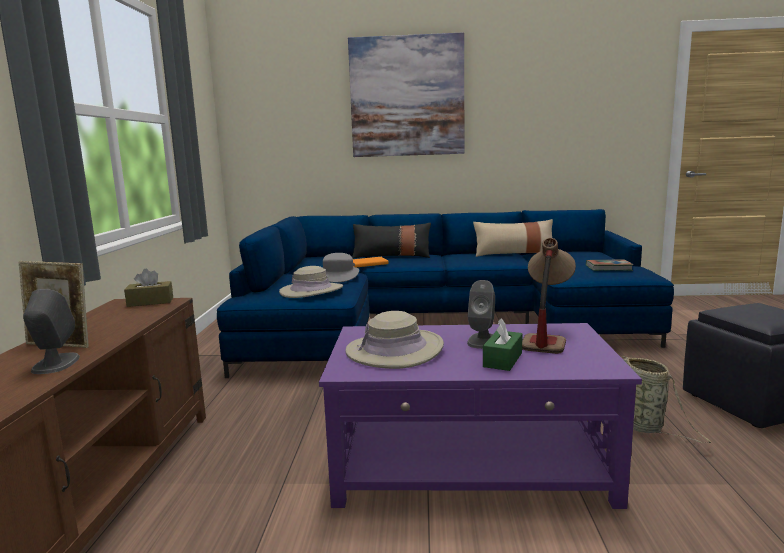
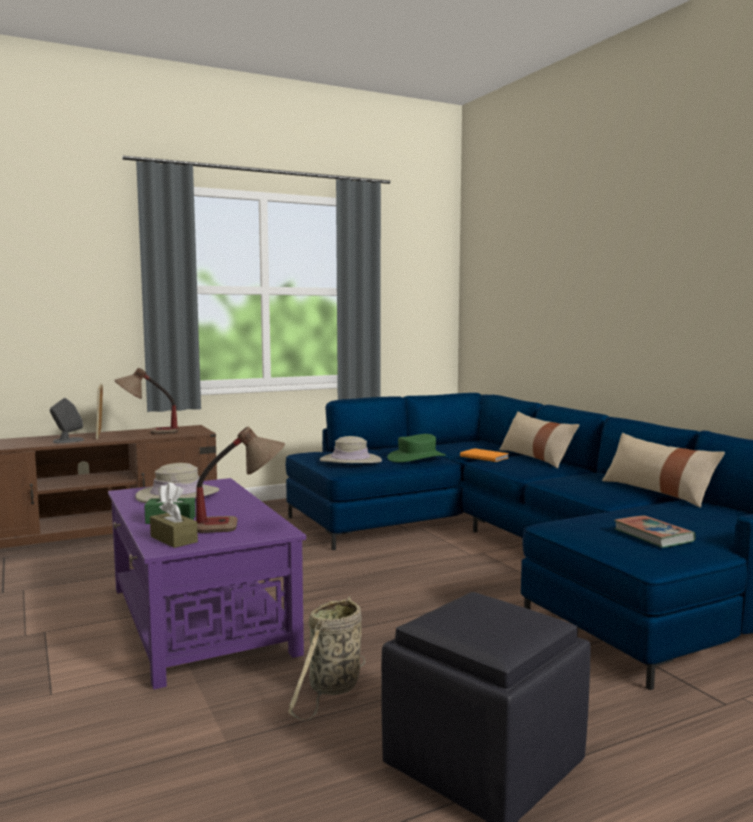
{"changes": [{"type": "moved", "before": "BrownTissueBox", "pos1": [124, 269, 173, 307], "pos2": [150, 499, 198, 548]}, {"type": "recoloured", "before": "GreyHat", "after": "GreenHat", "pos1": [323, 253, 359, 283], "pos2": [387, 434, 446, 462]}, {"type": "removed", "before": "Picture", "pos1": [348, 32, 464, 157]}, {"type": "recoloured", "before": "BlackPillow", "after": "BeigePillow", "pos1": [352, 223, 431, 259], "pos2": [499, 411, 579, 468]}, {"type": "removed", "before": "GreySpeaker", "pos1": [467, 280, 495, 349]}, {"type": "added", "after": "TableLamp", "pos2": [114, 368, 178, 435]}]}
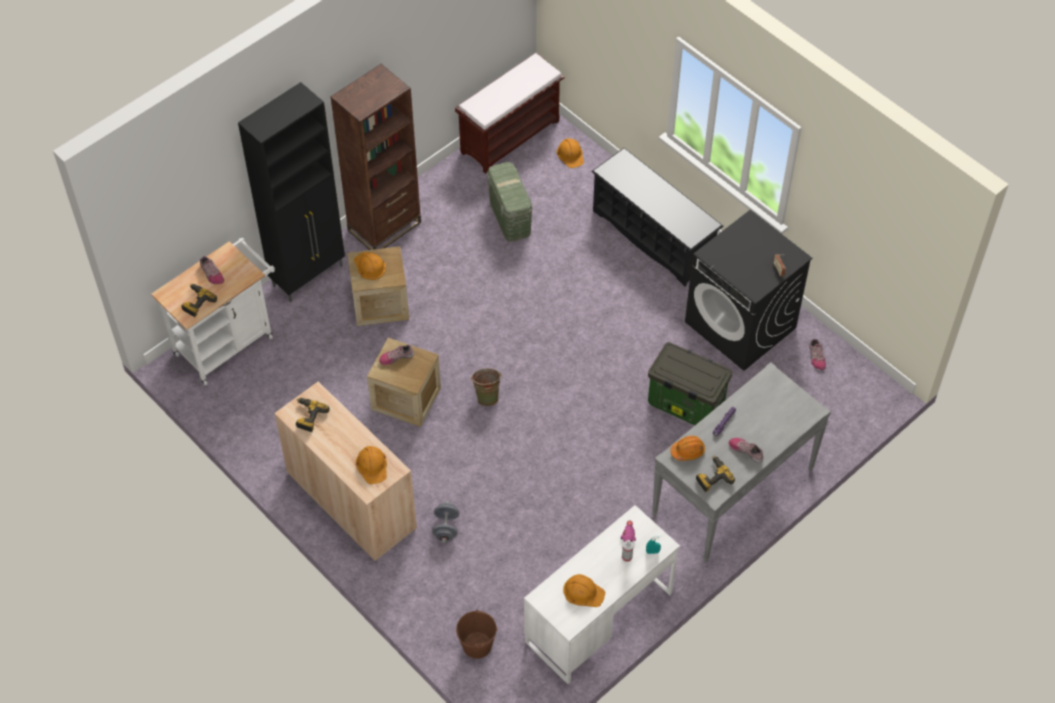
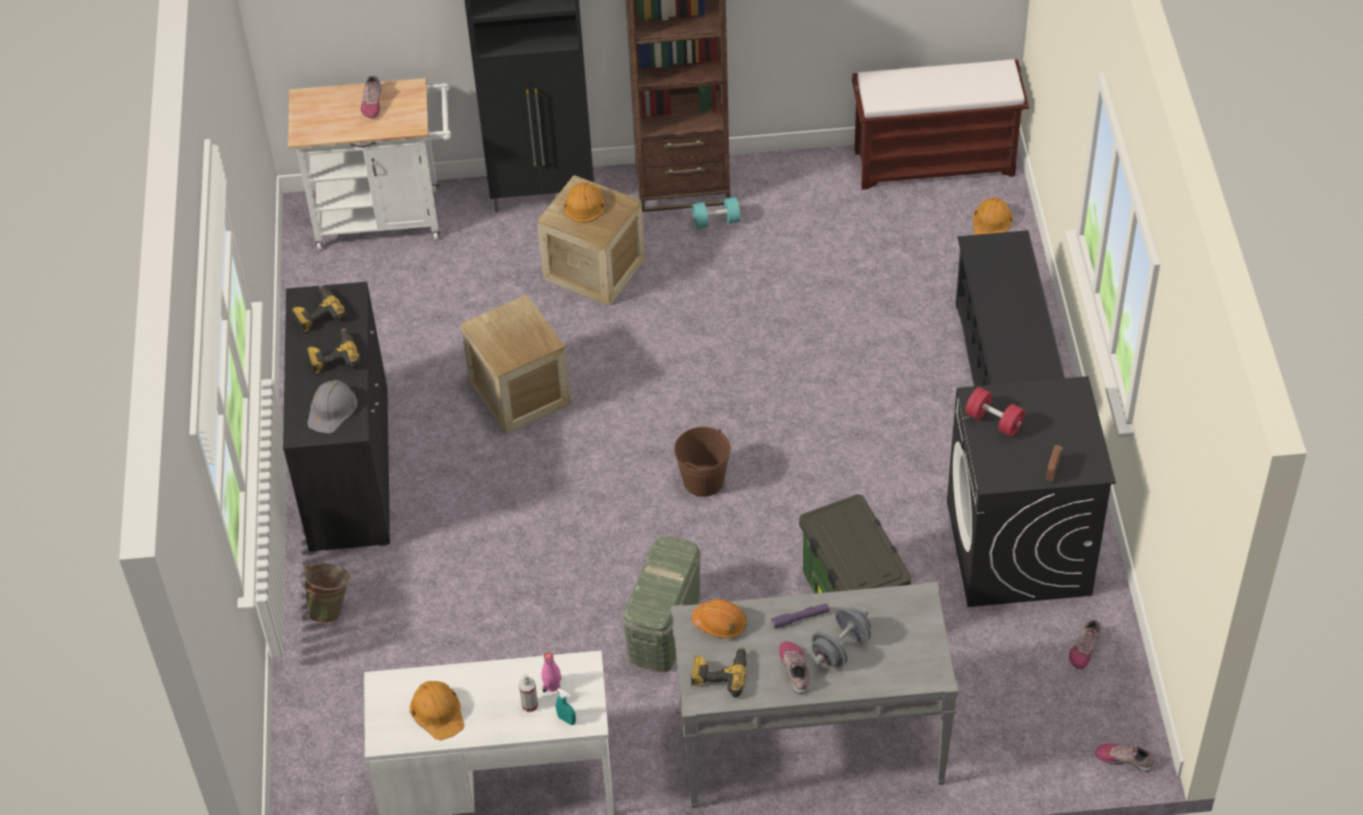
{"changes": [{"type": "moved", "before": "PowerDrill", "pos1": [181, 284, 217, 317], "pos2": [307, 329, 360, 374]}, {"type": "recoloured", "before": "BeigeCabinet", "after": "BlackCabinet", "pos1": [274, 382, 417, 561], "pos2": [283, 282, 390, 553]}, {"type": "recoloured", "before": "OrangeHardHat", "after": "GreyHardHat", "pos1": [355, 446, 387, 484], "pos2": [307, 380, 357, 434]}, {"type": "moved", "before": "Shoe", "pos1": [379, 345, 414, 365], "pos2": [1095, 743, 1154, 772]}, {"type": "moved", "before": "GreyDumbbell", "pos1": [432, 501, 459, 544], "pos2": [812, 607, 871, 667]}, {"type": "moved", "before": "BrownBucket", "pos1": [456, 609, 498, 659], "pos2": [674, 427, 731, 497]}, {"type": "moved", "before": "GreenBucket", "pos1": [470, 368, 502, 406], "pos2": [301, 563, 350, 623]}, {"type": "moved", "before": "GreenStorageBox", "pos1": [487, 162, 533, 242], "pos2": [622, 536, 701, 673]}, {"type": "added", "after": "TurquoiseDumbbell", "pos2": [692, 197, 740, 229]}, {"type": "added", "after": "RedDumbbell", "pos2": [965, 387, 1025, 437]}]}
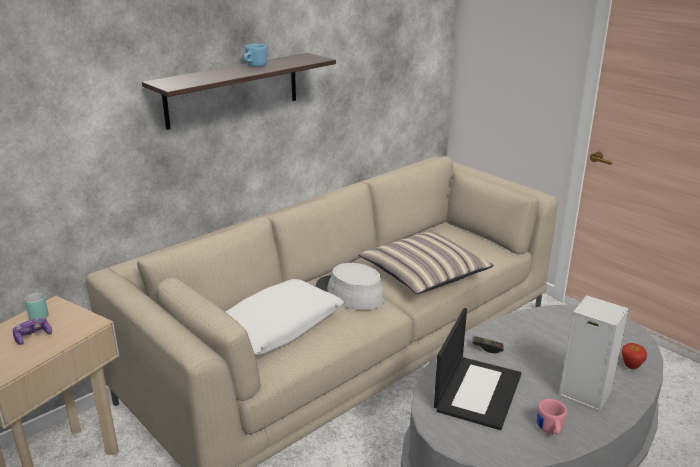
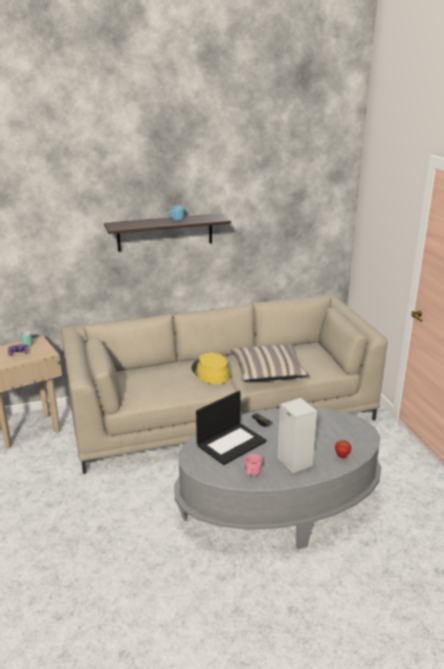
{"changes": [{"type": "removed", "before": "WhitePillow", "pos1": [225, 279, 344, 355]}, {"type": "recoloured", "before": "GreyHat", "after": "YellowHat", "pos1": [316, 263, 385, 310], "pos2": [192, 352, 230, 384]}]}
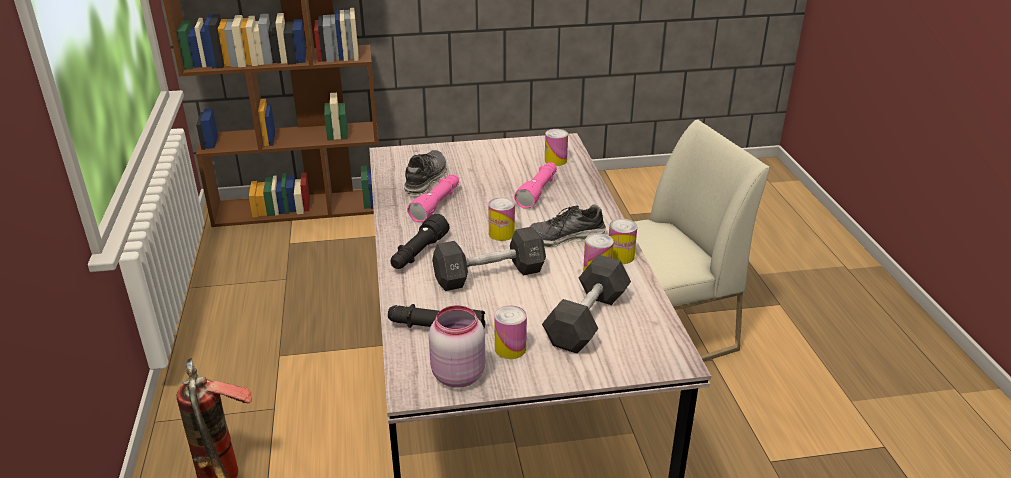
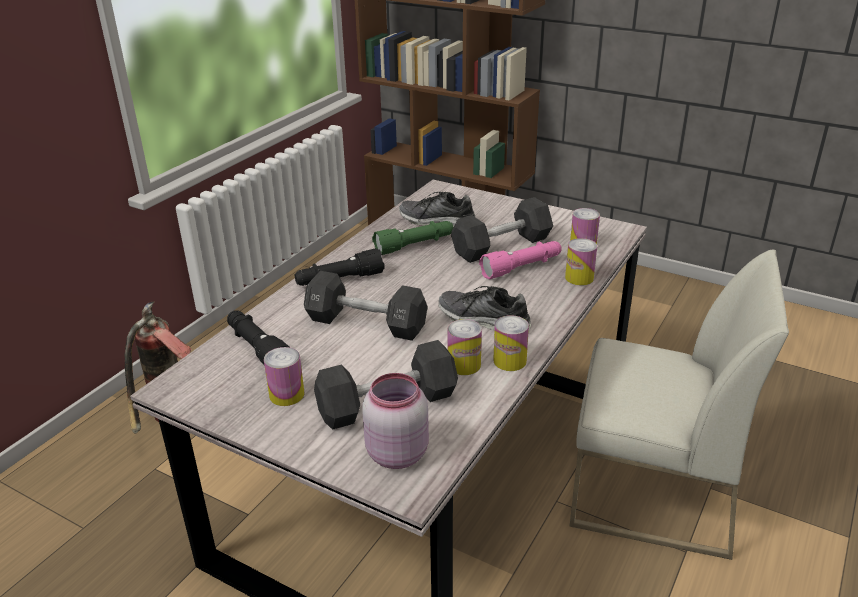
{"changes": [{"type": "turned", "before": "Shoe", "pos1": [404, 150, 447, 196], "pos2": [399, 192, 475, 227], "turn": -135}, {"type": "recoloured", "before": "PinkFlashlight", "after": "GreenFlashlight", "pos1": [407, 174, 459, 222], "pos2": [372, 221, 454, 255]}, {"type": "moved", "before": "PinkJar", "pos1": [429, 305, 485, 388], "pos2": [362, 373, 429, 469]}, {"type": "moved", "before": "Can", "pos1": [488, 197, 515, 241], "pos2": [565, 238, 597, 285]}, {"type": "added", "after": "BlackDumbbell", "pos2": [451, 197, 553, 263]}]}
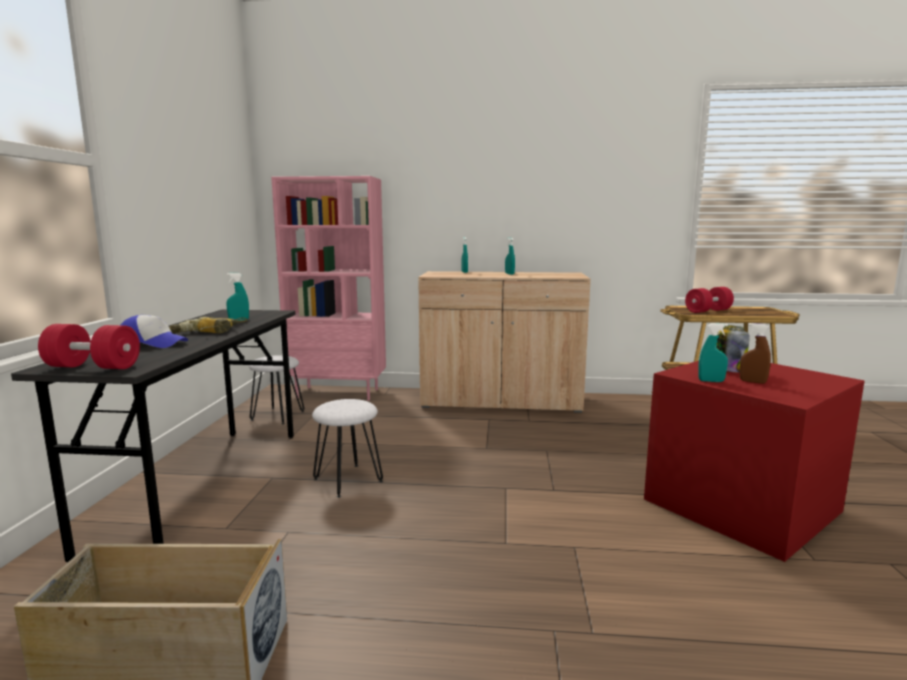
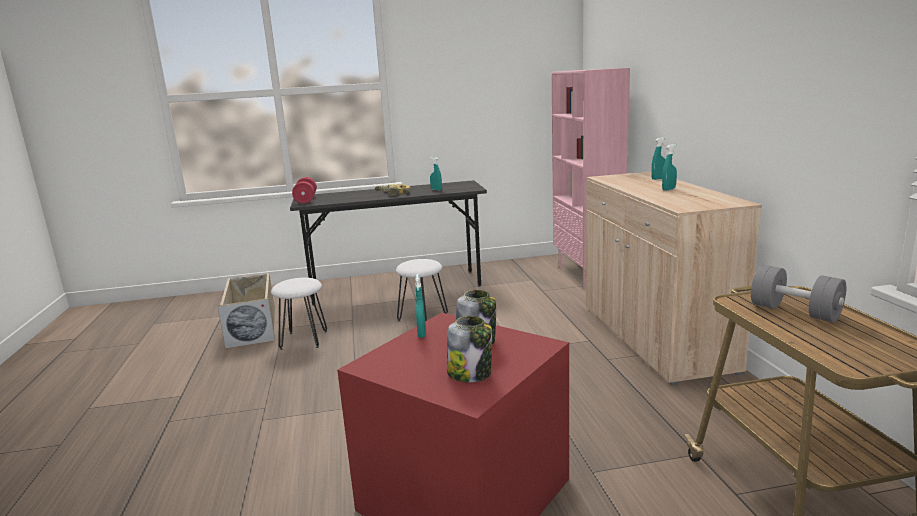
{"changes": [{"type": "removed", "before": "Cap", "pos1": [121, 315, 188, 348]}, {"type": "moved", "before": "WhiteStool", "pos1": [249, 355, 304, 424], "pos2": [271, 278, 327, 350]}, {"type": "recoloured", "before": "RedDumbbell", "after": "GreyDumbbell", "pos1": [685, 287, 734, 313], "pos2": [751, 265, 846, 322]}, {"type": "removed", "before": "BrownSprayBottle", "pos1": [740, 323, 771, 384]}, {"type": "added", "after": "Jar", "pos2": [447, 316, 492, 382]}]}
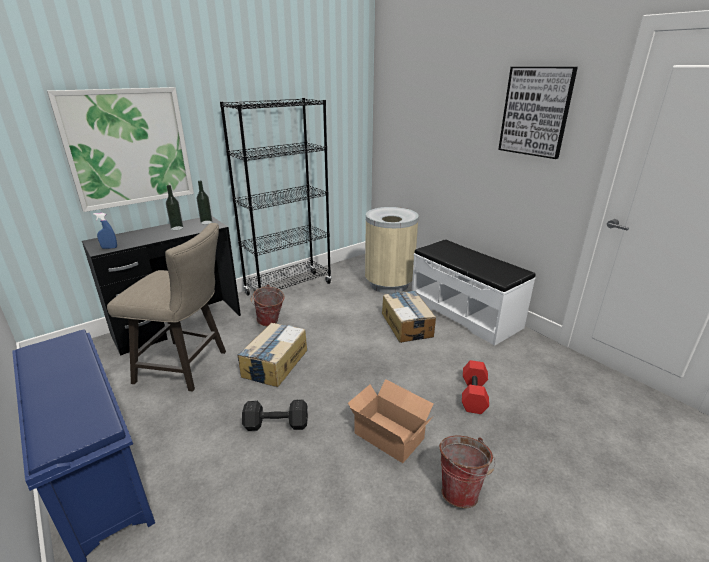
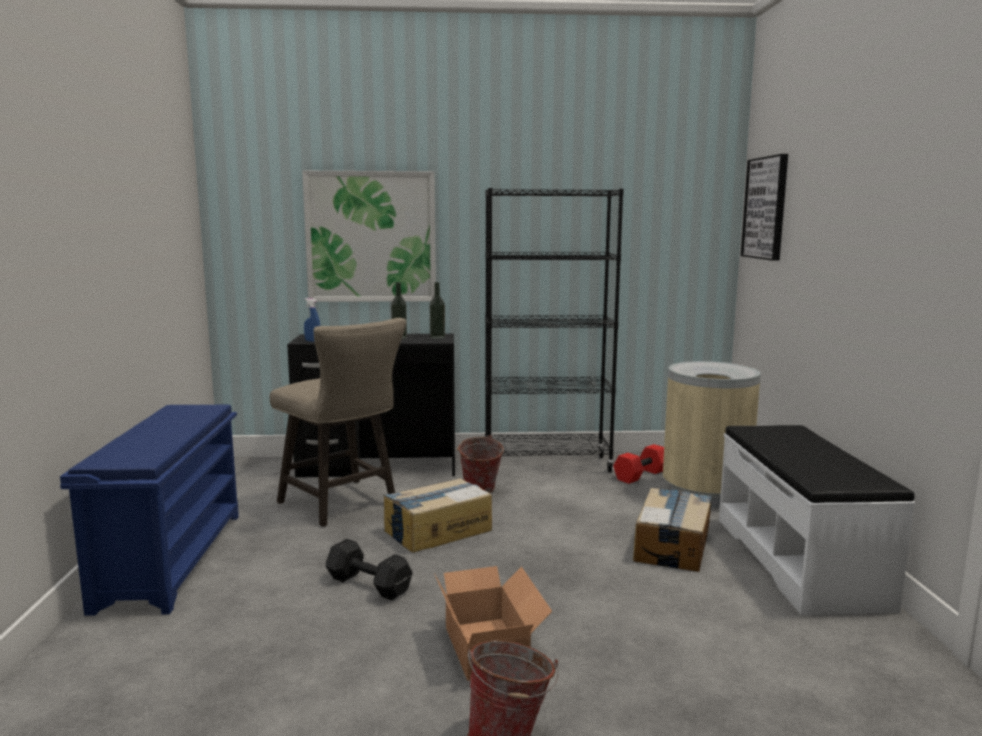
{"changes": [{"type": "moved", "before": "RedDumbbell", "pos1": [462, 360, 489, 414], "pos2": [613, 444, 664, 484]}, {"type": "moved", "before": "Picture", "pos1": [498, 67, 578, 159], "pos2": [741, 154, 788, 261]}]}
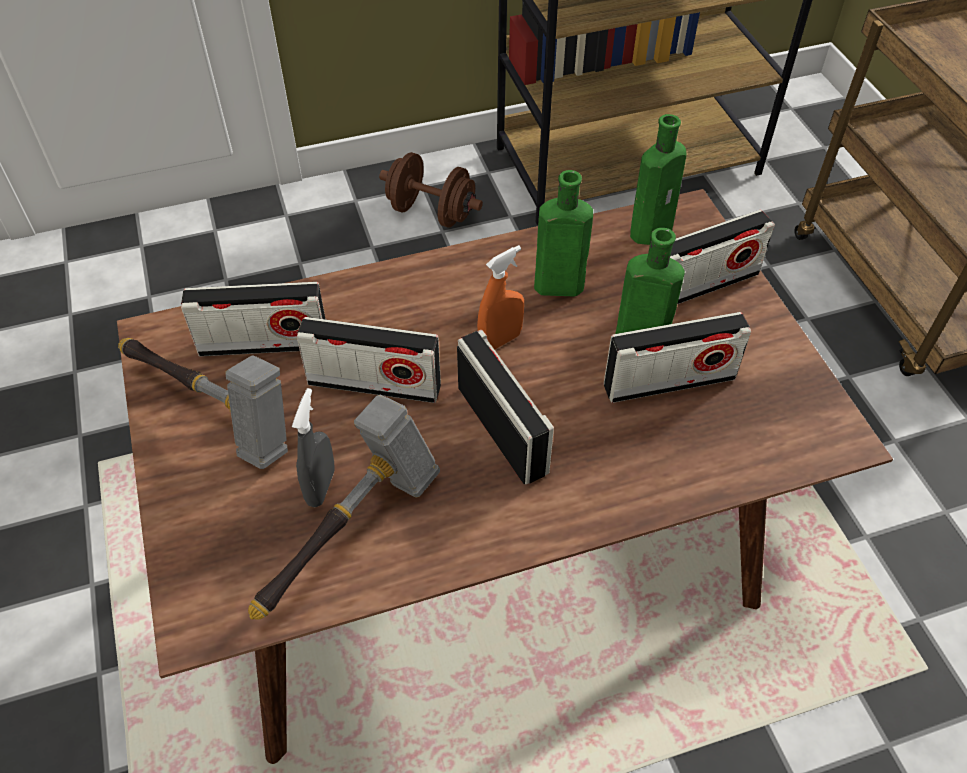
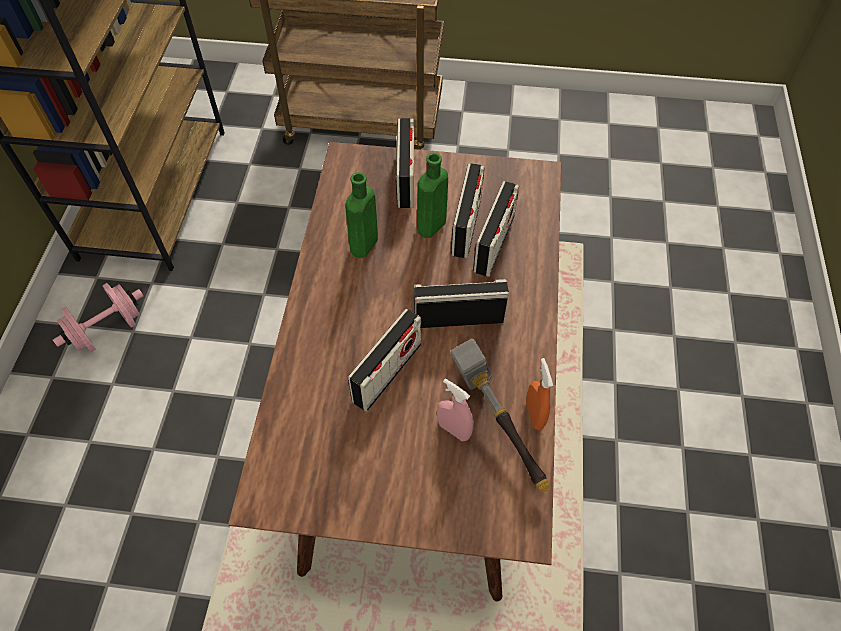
{"changes": [{"type": "removed", "before": "Hammer", "pos1": [118, 338, 288, 469]}, {"type": "moved", "before": "Radio", "pos1": [181, 282, 325, 356], "pos2": [473, 181, 519, 277]}, {"type": "recoloured", "before": "GreySprayBottle", "after": "PinkSprayBottle", "pos1": [292, 388, 335, 507], "pos2": [437, 378, 474, 441]}, {"type": "recoloured", "before": "BrownDumbbell", "after": "PinkDumbbell", "pos1": [379, 152, 483, 227], "pos2": [53, 283, 143, 352]}, {"type": "moved", "before": "OrangeSprayBottle", "pos1": [477, 245, 524, 350], "pos2": [526, 358, 553, 430]}, {"type": "removed", "before": "GreenBottle", "pos1": [630, 114, 686, 245]}]}
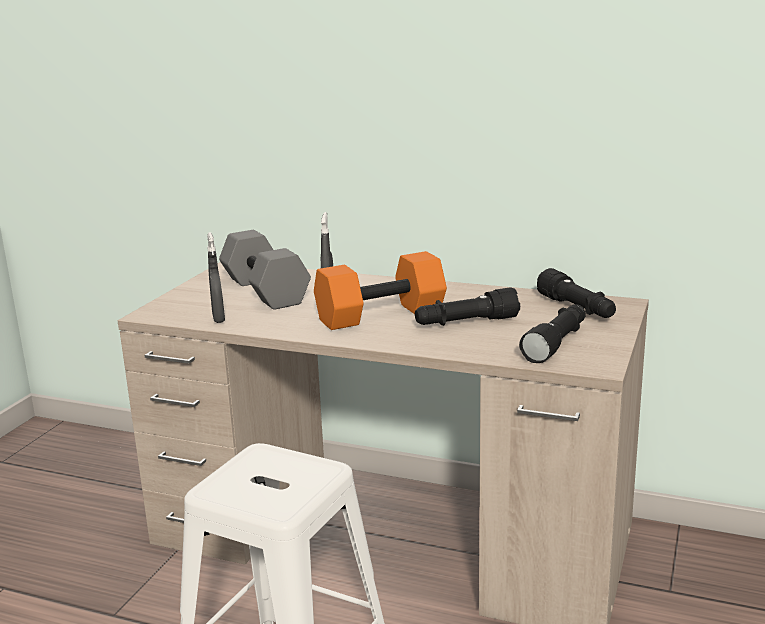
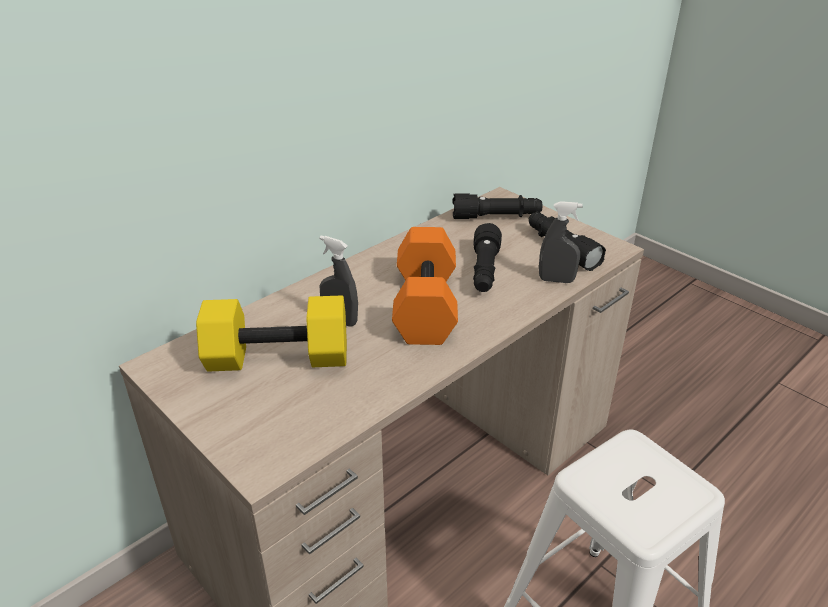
{"changes": [{"type": "moved", "before": "GreySprayBottle", "pos1": [207, 232, 225, 323], "pos2": [539, 201, 583, 283]}, {"type": "recoloured", "before": "GreyDumbbell", "after": "YellowDumbbell", "pos1": [219, 230, 311, 310], "pos2": [196, 295, 347, 372]}]}
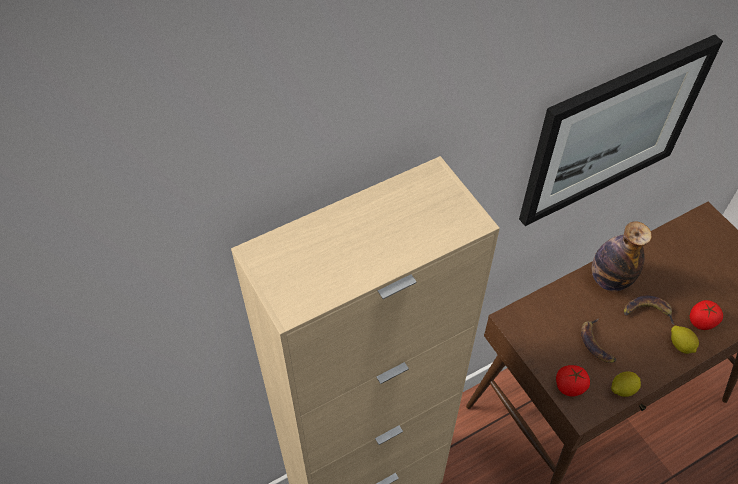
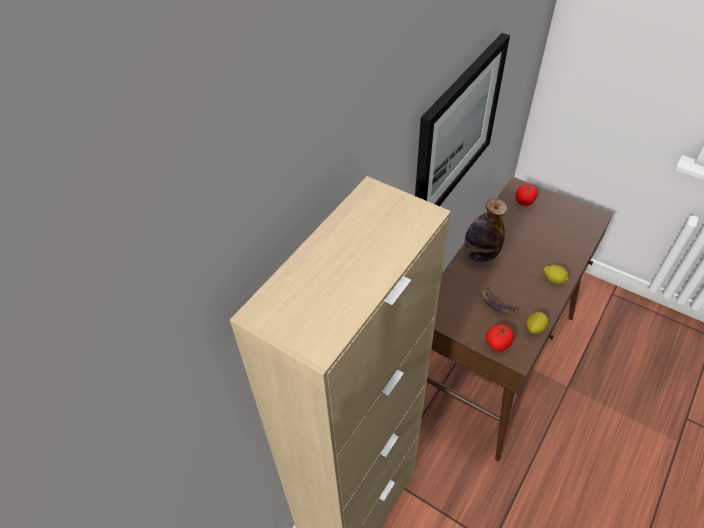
{"changes": [{"type": "removed", "before": "Banana", "pos1": [624, 296, 675, 325]}, {"type": "moved", "before": "Tomato", "pos1": [690, 300, 723, 330], "pos2": [516, 184, 538, 206]}]}
